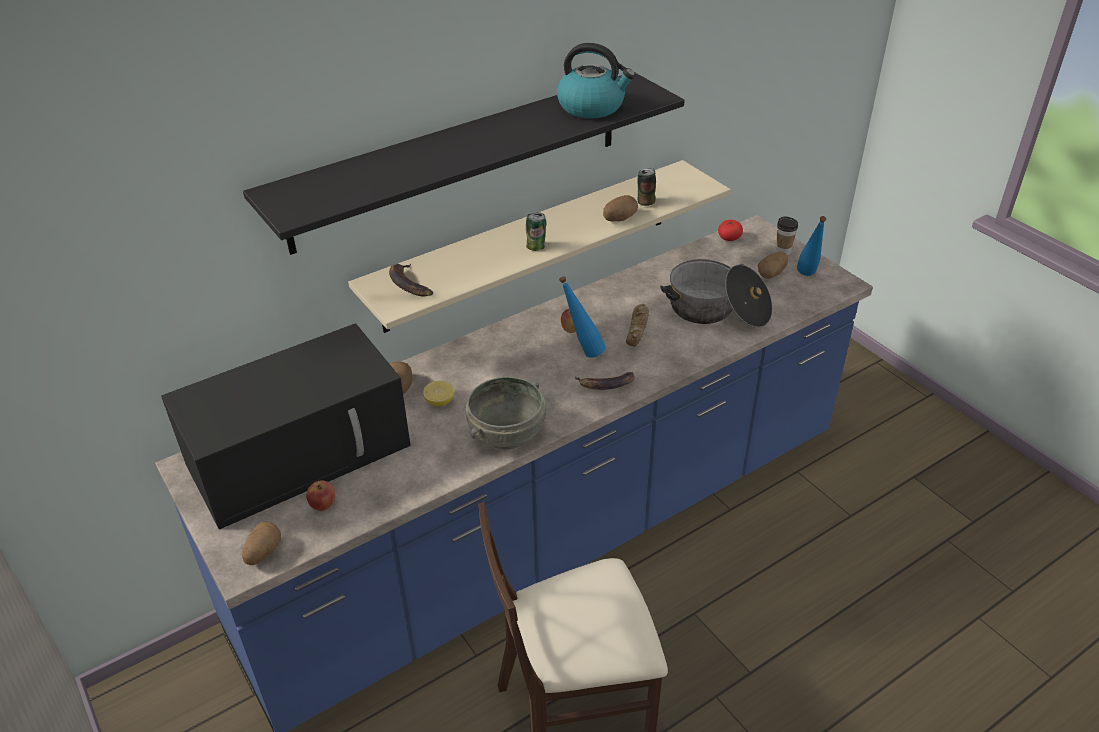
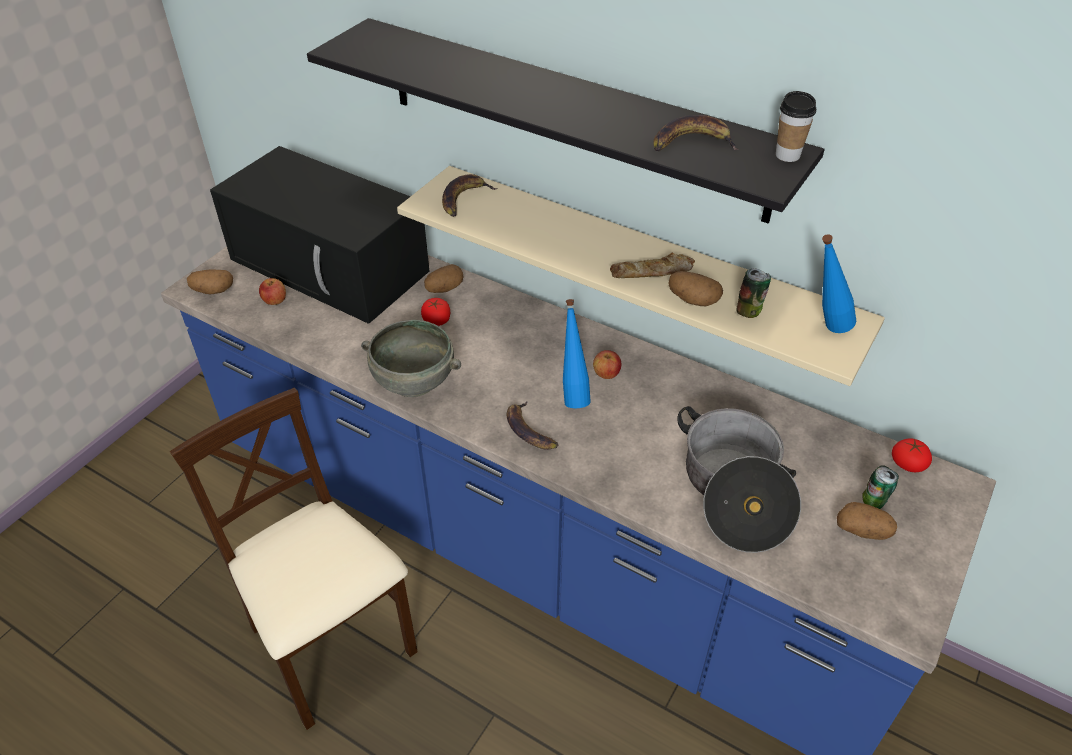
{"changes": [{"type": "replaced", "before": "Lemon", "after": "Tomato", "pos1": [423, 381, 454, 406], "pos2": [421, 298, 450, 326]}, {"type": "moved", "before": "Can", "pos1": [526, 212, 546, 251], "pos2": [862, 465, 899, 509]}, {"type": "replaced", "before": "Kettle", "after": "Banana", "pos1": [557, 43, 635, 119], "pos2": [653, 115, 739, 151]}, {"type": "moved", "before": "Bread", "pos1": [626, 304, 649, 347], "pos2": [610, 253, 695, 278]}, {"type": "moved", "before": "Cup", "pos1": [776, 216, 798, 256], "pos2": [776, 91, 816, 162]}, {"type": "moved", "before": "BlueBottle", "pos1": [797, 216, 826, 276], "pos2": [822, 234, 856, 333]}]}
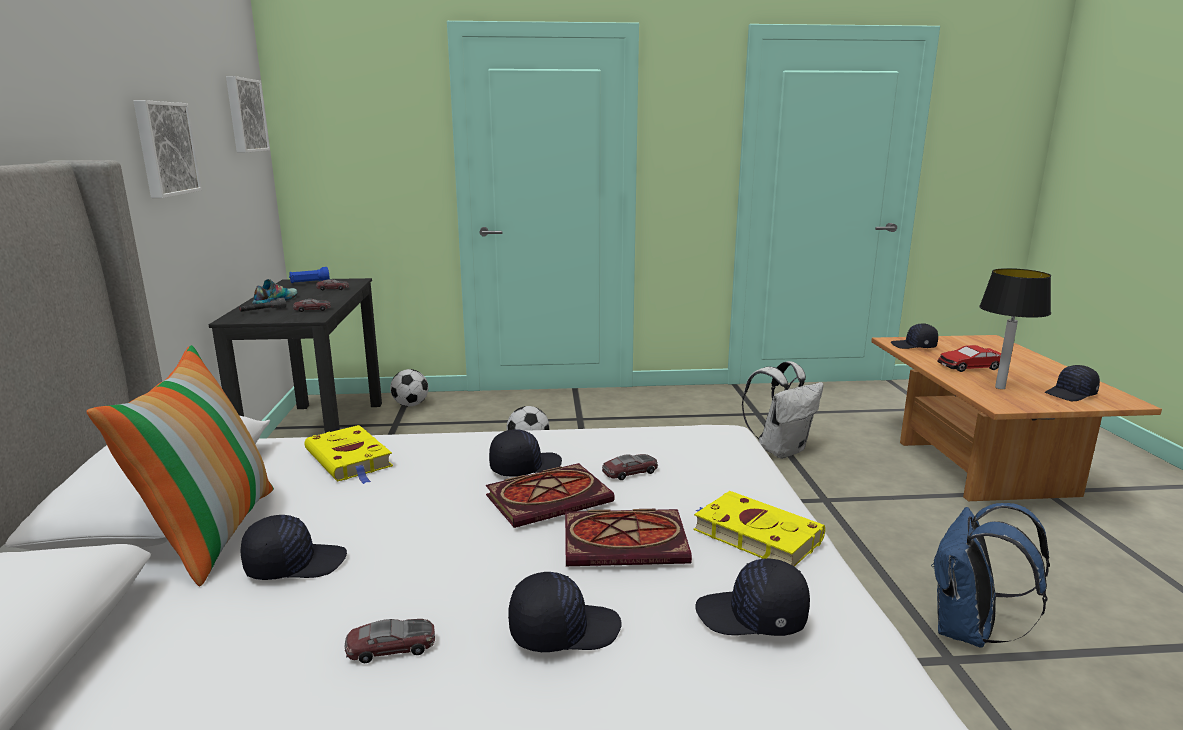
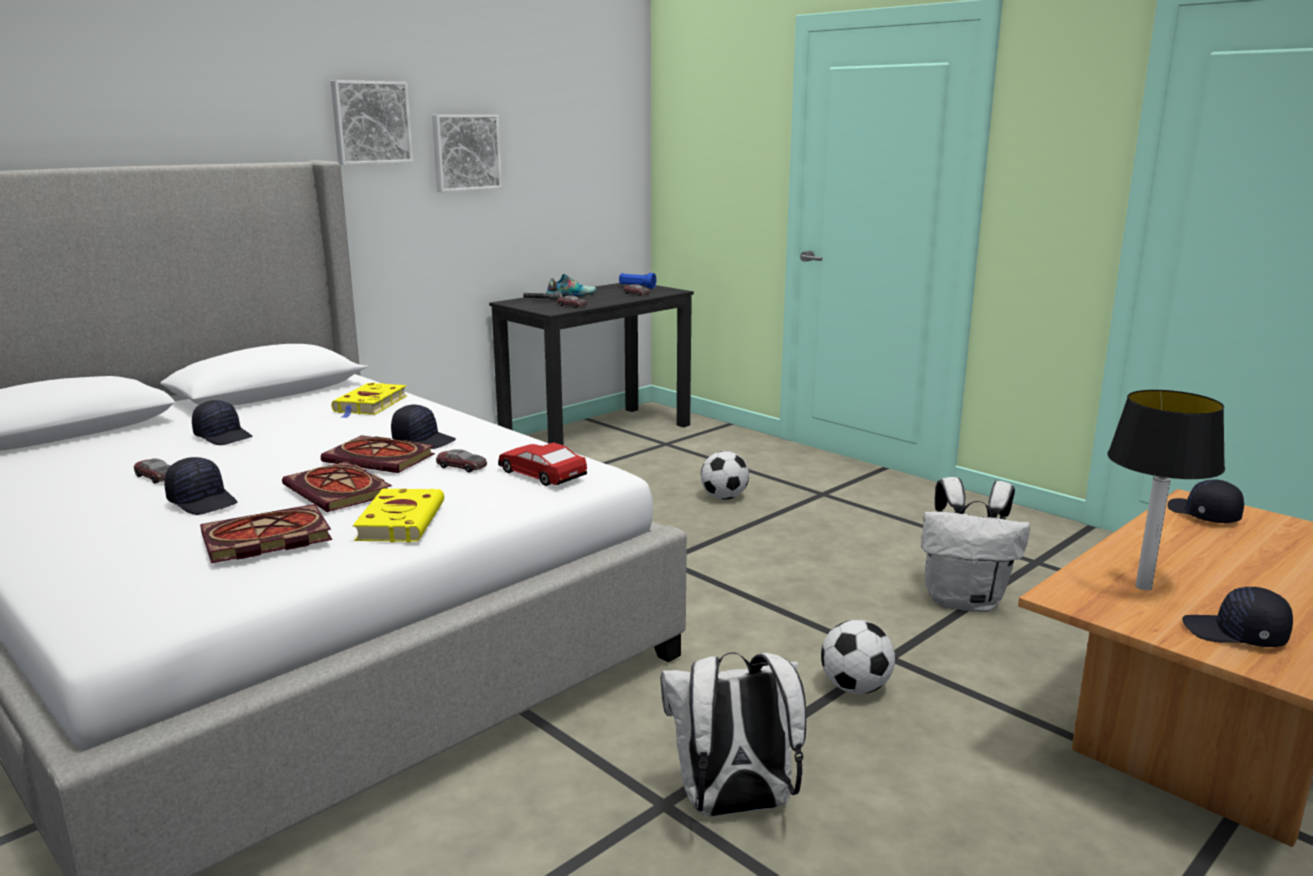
{"changes": [{"type": "removed", "before": "Pillow", "pos1": [86, 345, 274, 586]}, {"type": "moved", "before": "Picture", "pos1": [226, 76, 270, 153], "pos2": [331, 80, 413, 165]}, {"type": "moved", "before": "Football", "pos1": [390, 369, 429, 406], "pos2": [821, 620, 895, 694]}, {"type": "replaced", "before": "BlackCap", "after": "Book", "pos1": [696, 558, 810, 636], "pos2": [200, 504, 332, 563]}, {"type": "recoloured", "before": "BlueBackpack", "after": "WhiteBackpack", "pos1": [931, 503, 1050, 648], "pos2": [660, 652, 806, 816]}, {"type": "moved", "before": "ToyCar", "pos1": [937, 345, 1001, 372], "pos2": [498, 442, 587, 486]}]}
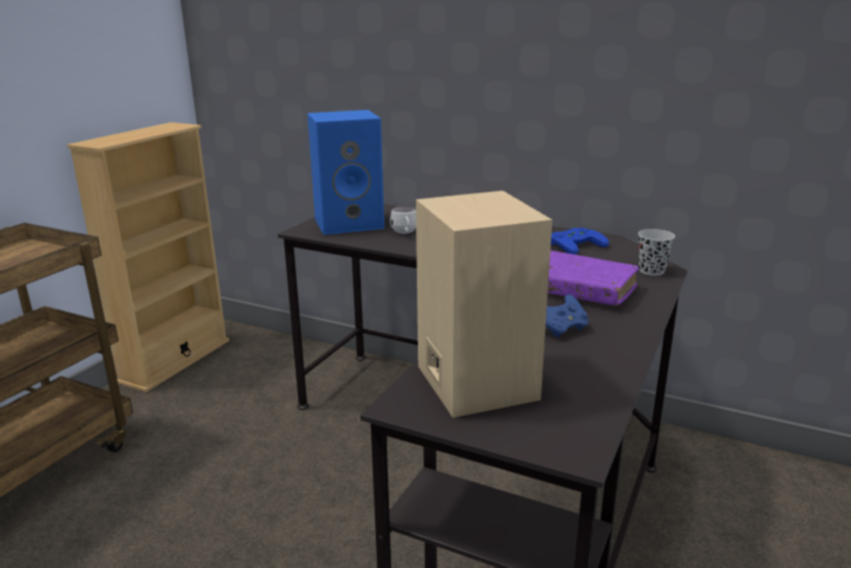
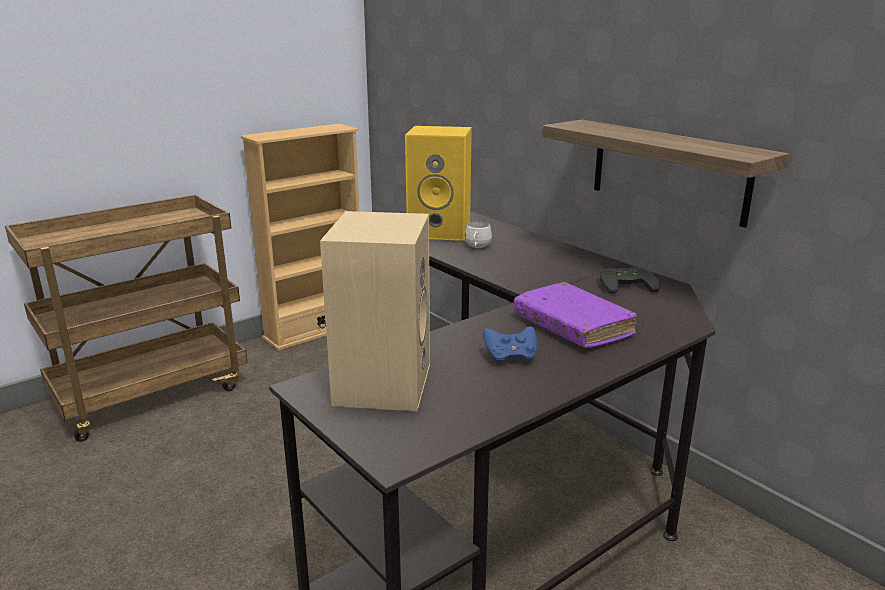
{"changes": [{"type": "recoloured", "before": "BlueSpeaker", "after": "YellowSpeaker", "pos1": [307, 110, 384, 235], "pos2": [405, 126, 472, 241]}, {"type": "recoloured", "before": "BlueGameController", "after": "BlackGameController", "pos1": [551, 228, 609, 254], "pos2": [600, 268, 660, 294]}, {"type": "removed", "before": "BlackCup", "pos1": [638, 229, 675, 276]}, {"type": "added", "after": "Shelf", "pos2": [542, 120, 790, 228]}]}
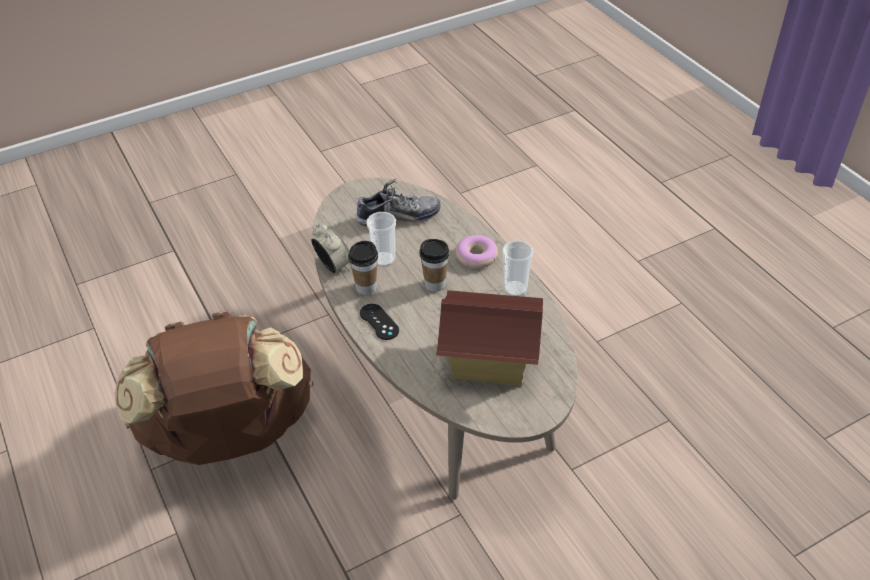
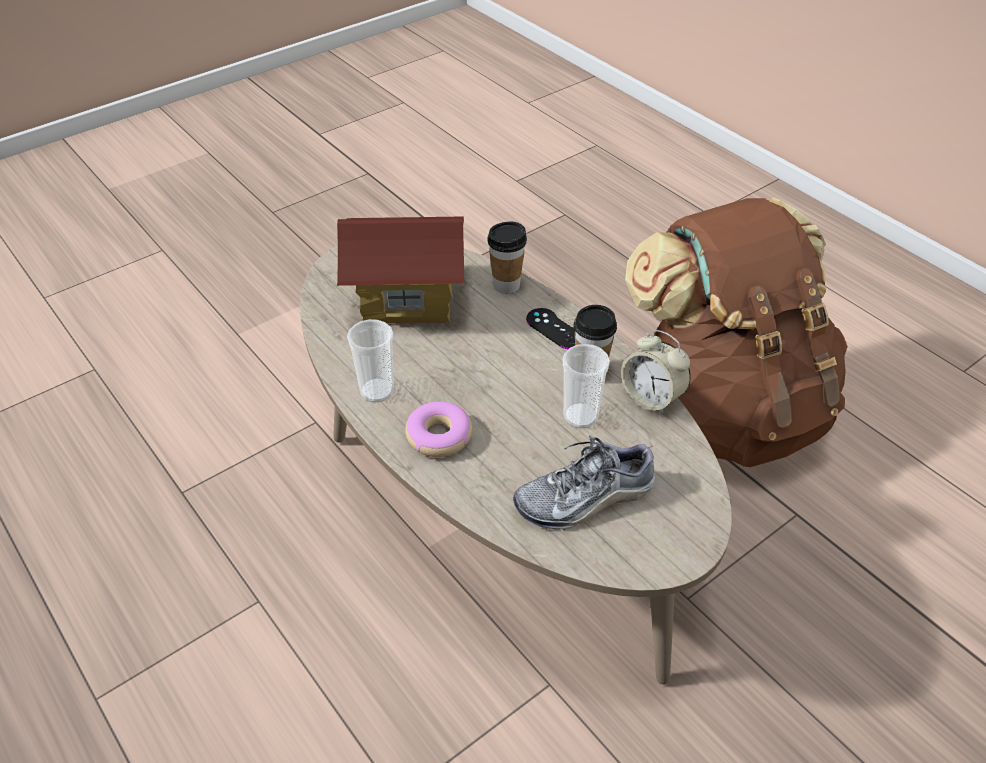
{"changes": [{"type": "moved", "before": "Cup", "pos1": [419, 239, 449, 292], "pos2": [487, 222, 527, 294]}]}
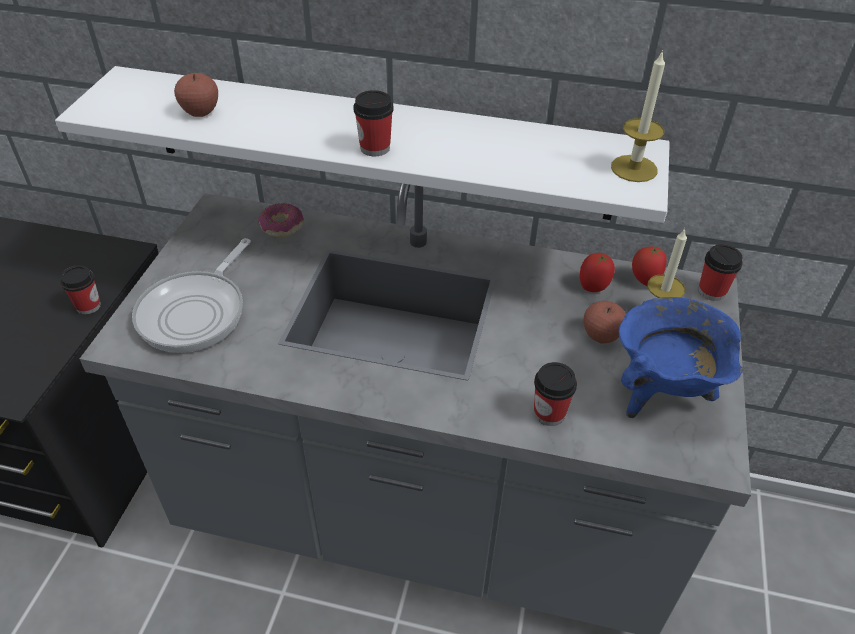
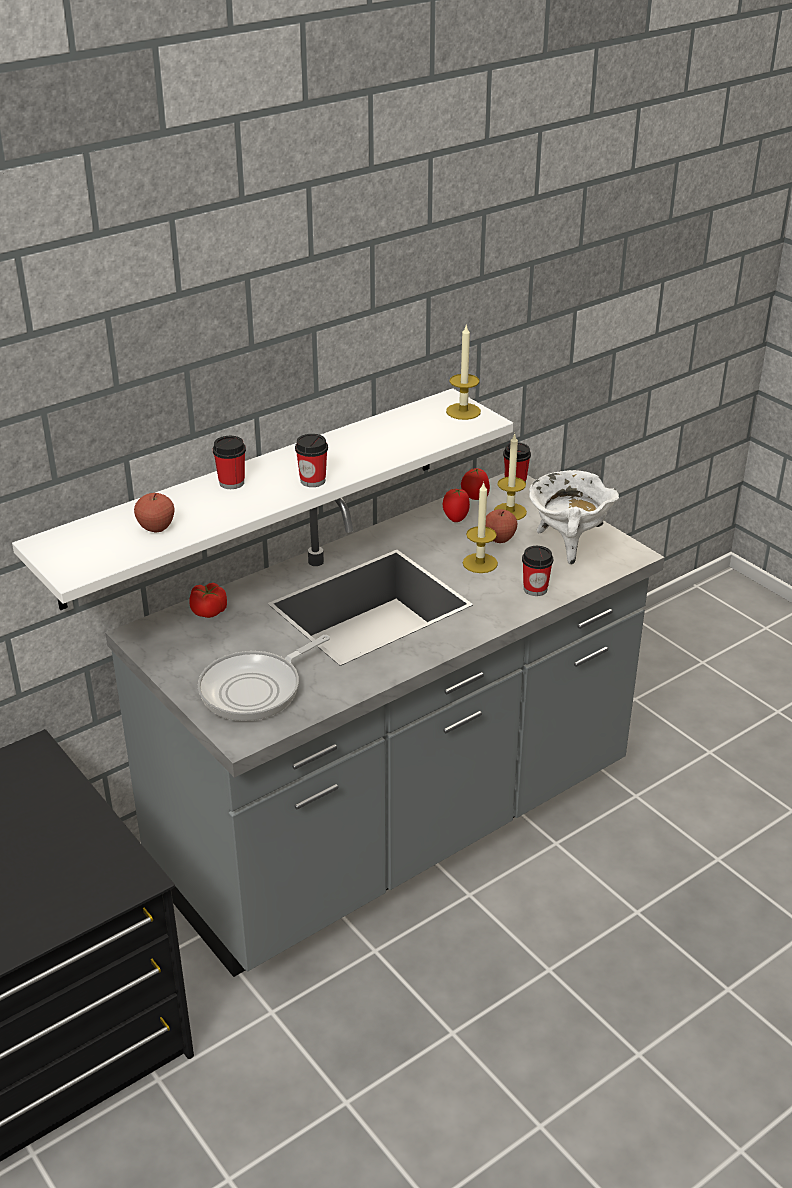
{"changes": [{"type": "moved", "before": "Cup", "pos1": [61, 265, 101, 315], "pos2": [213, 436, 246, 489]}, {"type": "turned", "before": "FryingPan", "pos1": [132, 238, 251, 353], "pos2": [198, 635, 330, 721], "turn": 75}, {"type": "replaced", "before": "Donut", "after": "Tomato", "pos1": [258, 203, 304, 238], "pos2": [189, 583, 227, 618]}, {"type": "recoloured", "before": "BlueCookingPot", "after": "WhiteCookingPot", "pos1": [619, 297, 743, 418], "pos2": [529, 470, 619, 565]}, {"type": "added", "after": "Candle", "pos2": [463, 482, 498, 573]}]}
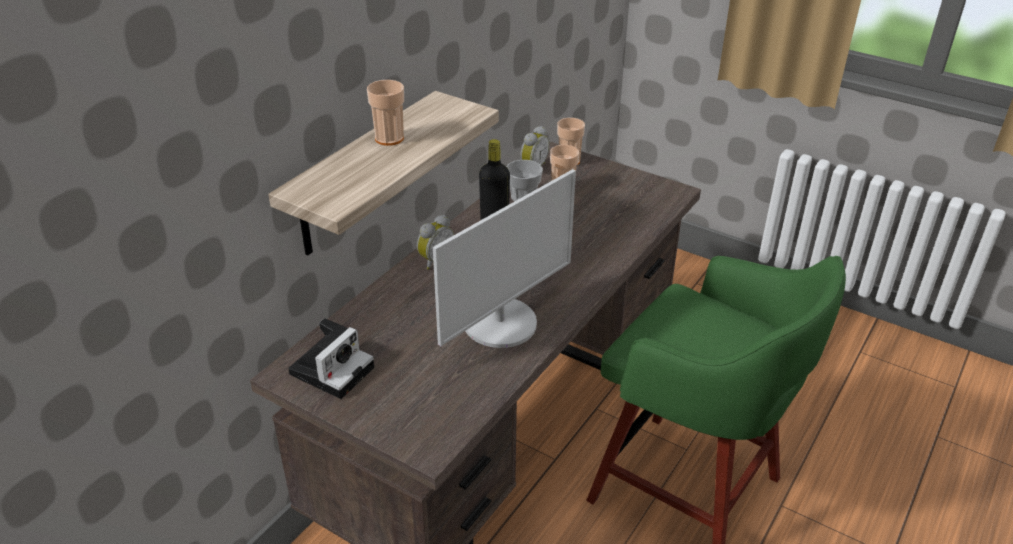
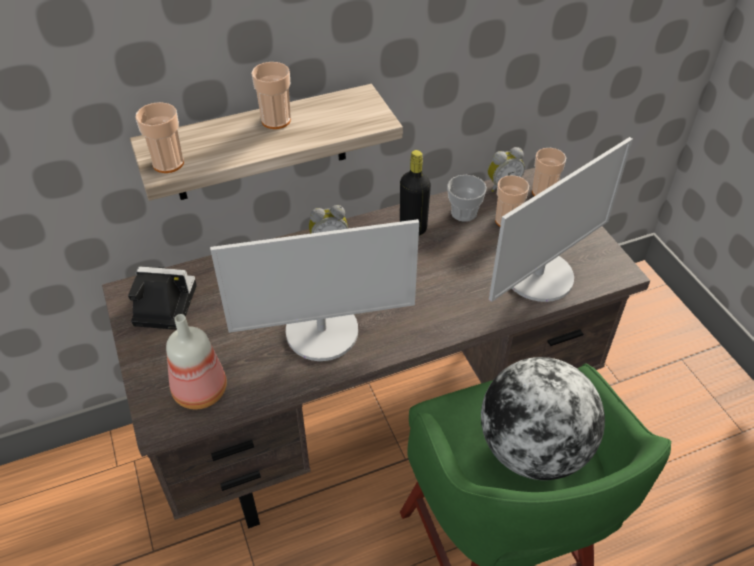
{"changes": [{"type": "turned", "before": "PhotoCamera", "pos1": [288, 318, 374, 399], "pos2": [128, 266, 197, 330], "turn": -150}, {"type": "added", "after": "Cup", "pos2": [136, 102, 184, 173]}, {"type": "added", "after": "Bottle", "pos2": [166, 314, 227, 409]}, {"type": "added", "after": "Globe", "pos2": [481, 357, 605, 480]}, {"type": "added", "after": "Monitor", "pos2": [489, 137, 633, 302]}]}
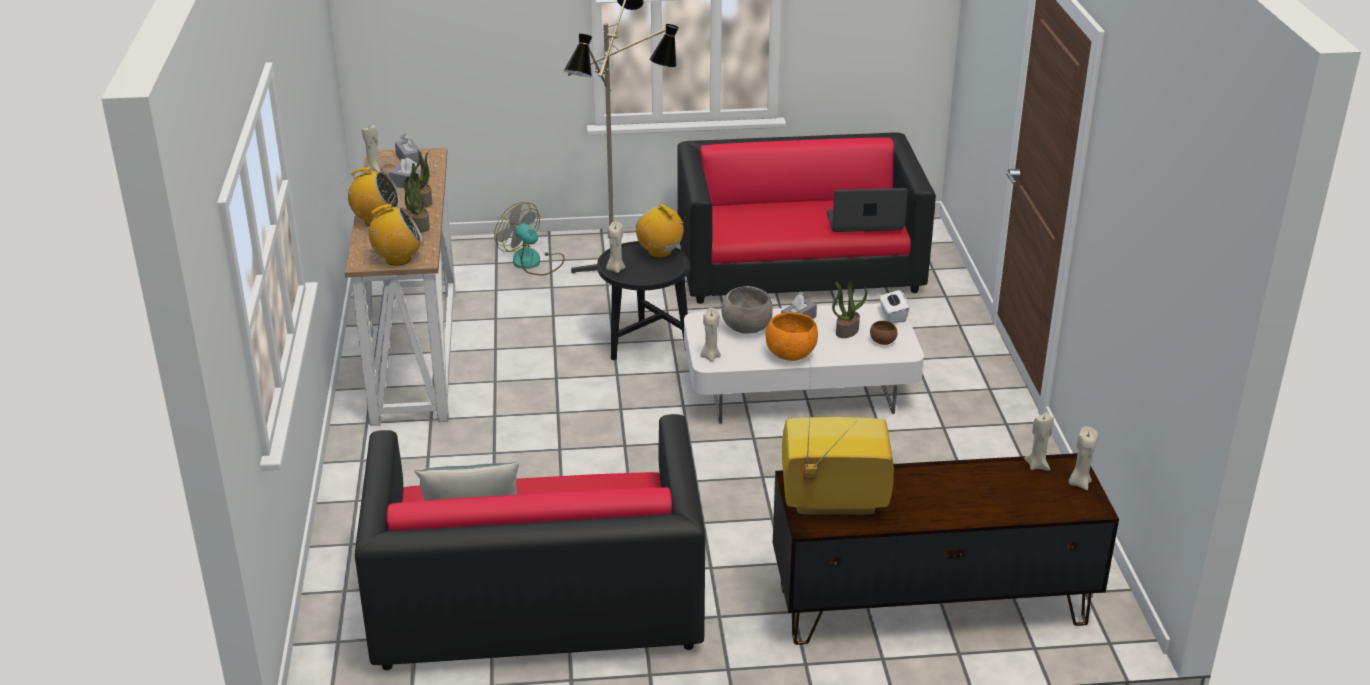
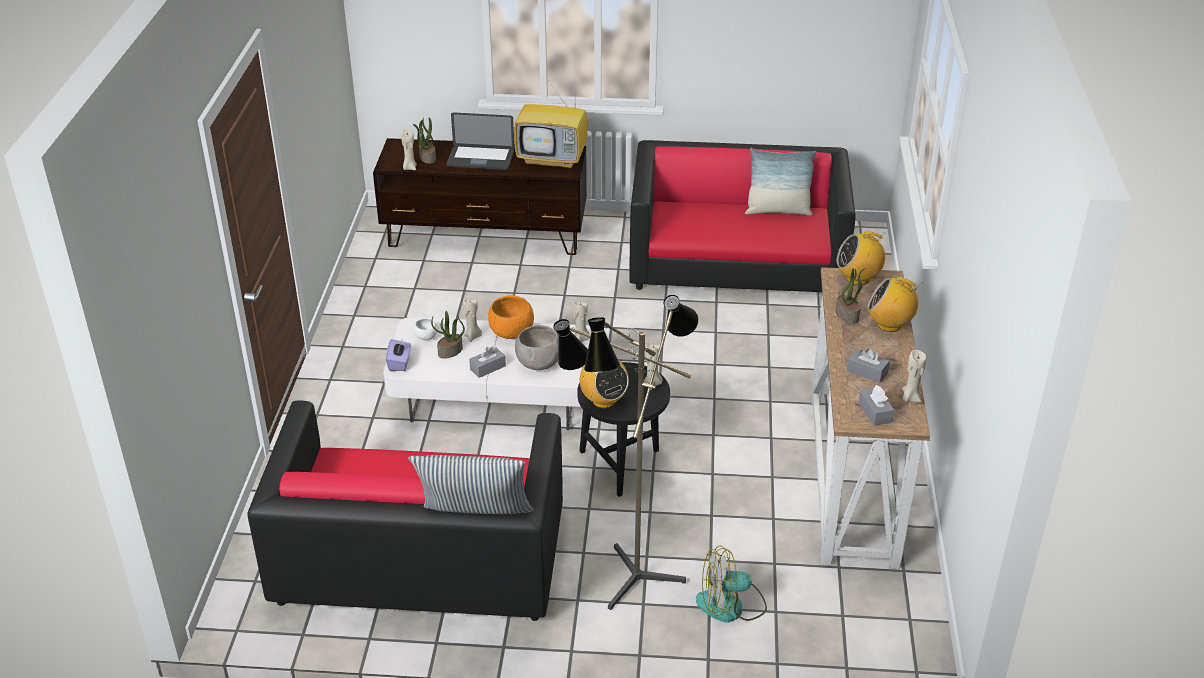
{"changes": [{"type": "moved", "before": "PottedPlant", "pos1": [409, 150, 432, 208], "pos2": [413, 118, 436, 164]}, {"type": "turned", "before": "Fan", "pos1": [494, 202, 565, 276], "pos2": [696, 545, 767, 623], "turn": 120}, {"type": "moved", "before": "Laptop", "pos1": [827, 188, 907, 232], "pos2": [446, 112, 514, 170]}, {"type": "recoloured", "before": "BrownBowl", "after": "WhiteBowl", "pos1": [870, 321, 897, 345], "pos2": [413, 318, 437, 340]}, {"type": "recoloured", "before": "WhiteTissueBox", "after": "PurpleTissueBox", "pos1": [879, 290, 909, 323], "pos2": [386, 339, 411, 371]}, {"type": "moved", "before": "BeigeCandle", "pos1": [1068, 427, 1098, 490], "pos2": [463, 299, 482, 342]}, {"type": "added", "after": "Pillow", "pos2": [408, 455, 534, 514]}]}
